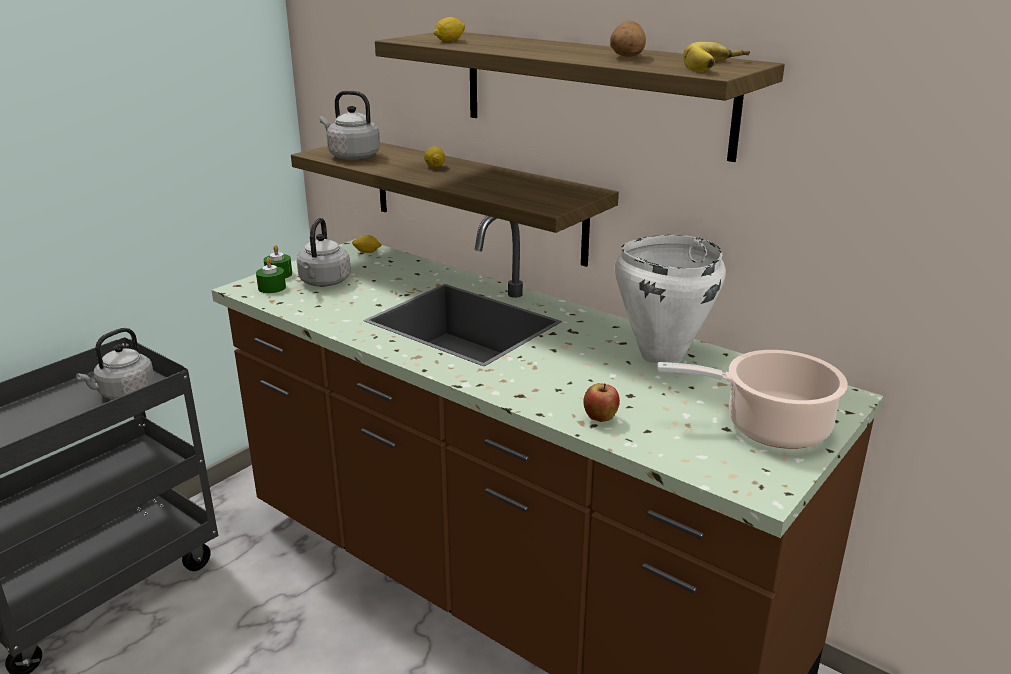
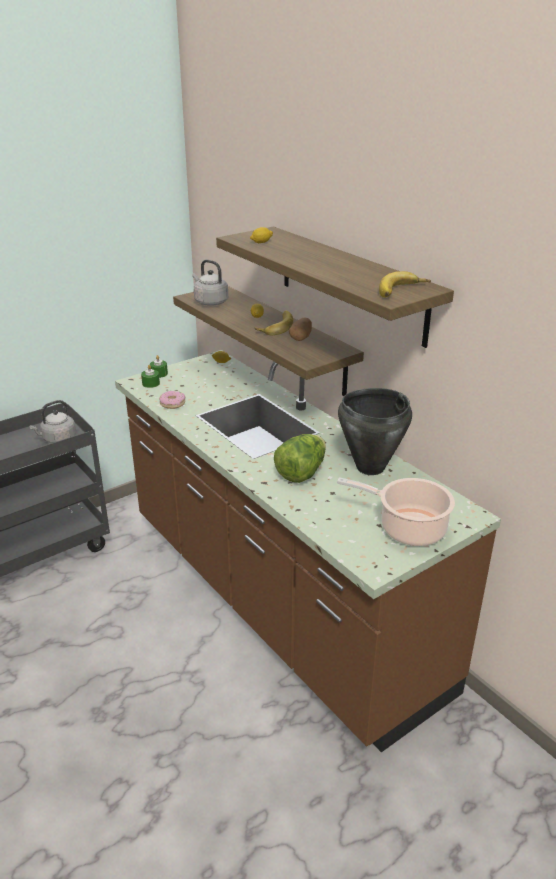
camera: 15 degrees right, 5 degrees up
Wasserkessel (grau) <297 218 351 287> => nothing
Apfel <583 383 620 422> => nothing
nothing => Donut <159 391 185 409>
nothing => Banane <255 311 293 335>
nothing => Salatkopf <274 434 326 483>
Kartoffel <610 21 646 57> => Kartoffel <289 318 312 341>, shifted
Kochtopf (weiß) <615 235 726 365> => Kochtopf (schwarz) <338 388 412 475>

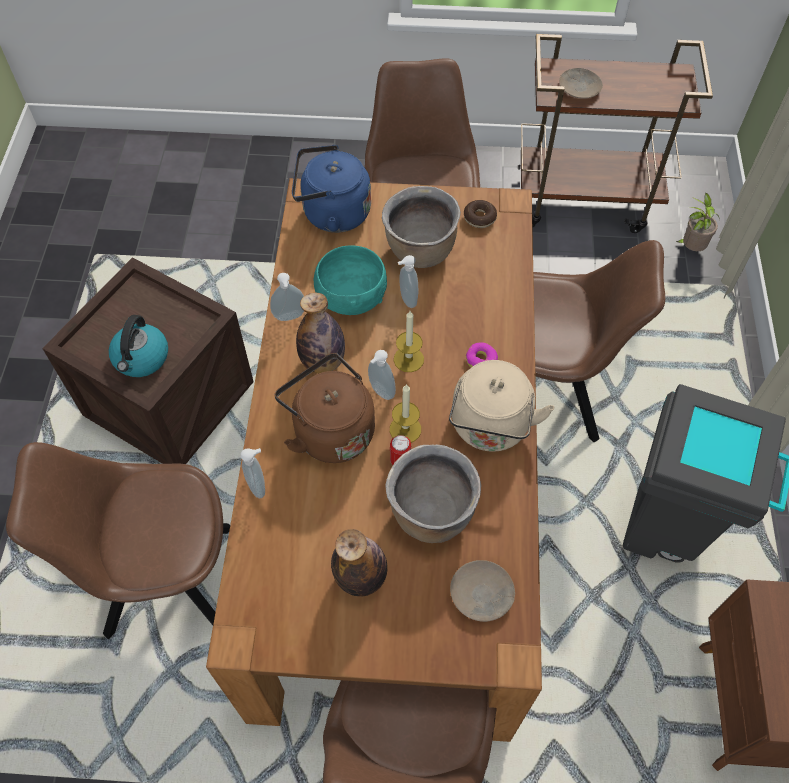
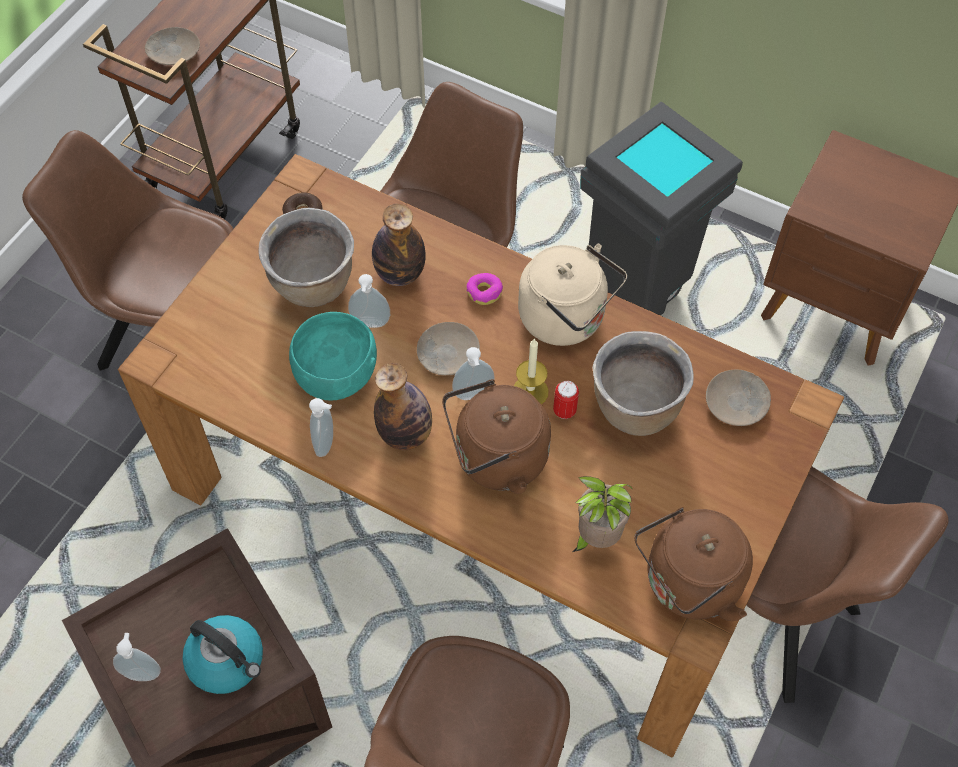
camera: 65 degrees left, 0 degrees up
Wasserkessel (blau) <292 145 371 233> => nothing
nothing => Wasserkessel (braun) <634 507 753 621>
Seifenspender <241 448 265 498> => Seifenspender <113 633 161 681>, shifted
Flasche <331 529 387 596> => Flasche <372 204 426 286>, shifted
Topfpflanze <676 192 719 251> => Topfpflanze <573 476 633 552>, shifted
Kerze <394 311 424 372> => Teller (beige) <417 322 480 375>

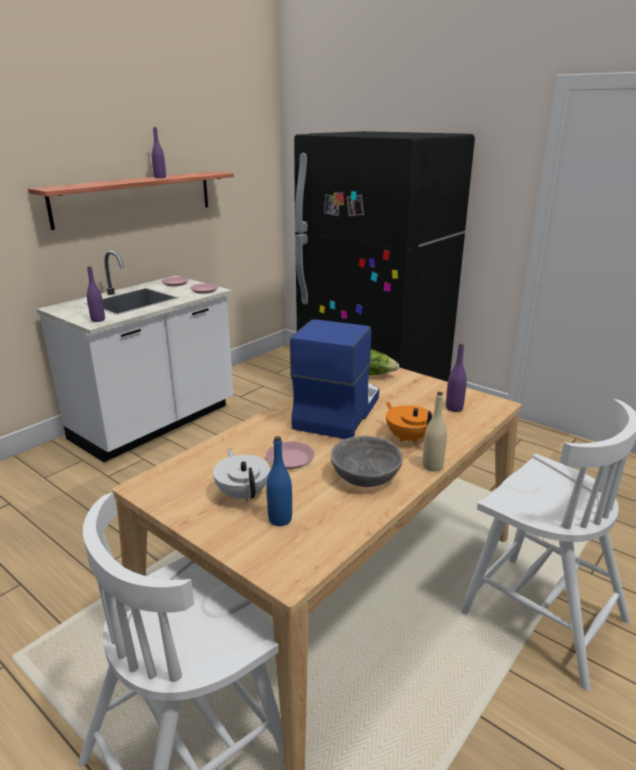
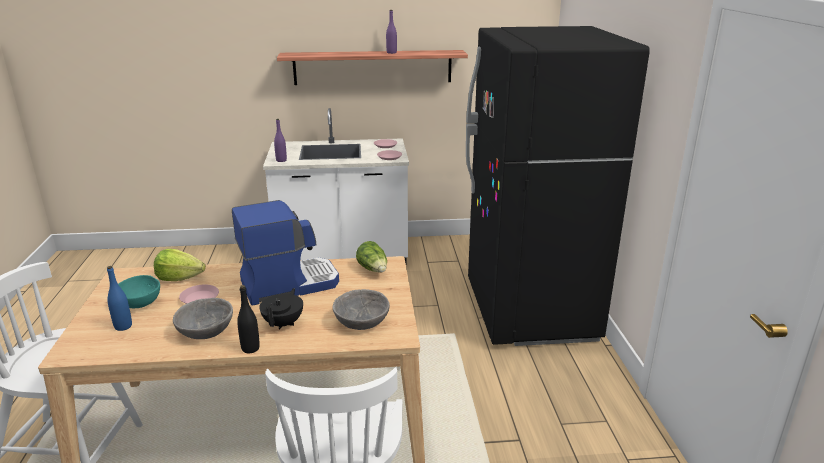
camera: 45 degrees right, 0 degrees up
nothing => Salatkopf <154 249 206 281>
Teekanne (weiß) <213 449 270 502> => Schüssel (türkis) <118 275 160 308>
Flasche (lila) <446 344 467 412> => Schüssel (grau) <333 289 390 330>
Teekanne (orange) <386 402 433 443> => Teekanne (schwarz) <259 288 303 329>
Flasche (beige) <423 392 447 471> => Flasche (schwarz) <237 285 260 353>

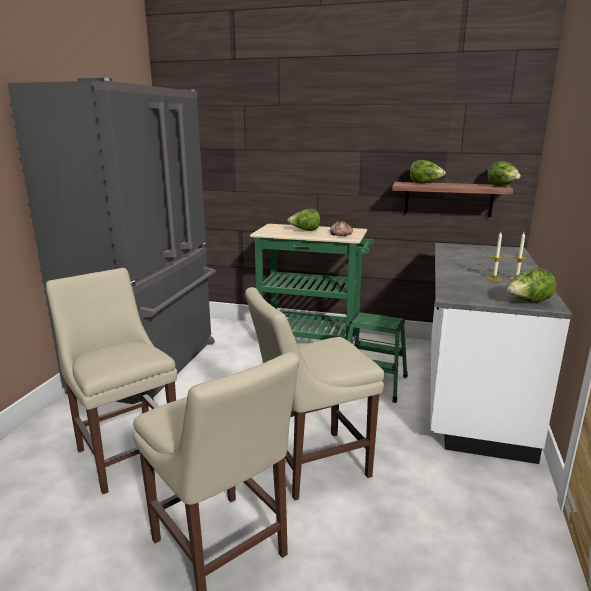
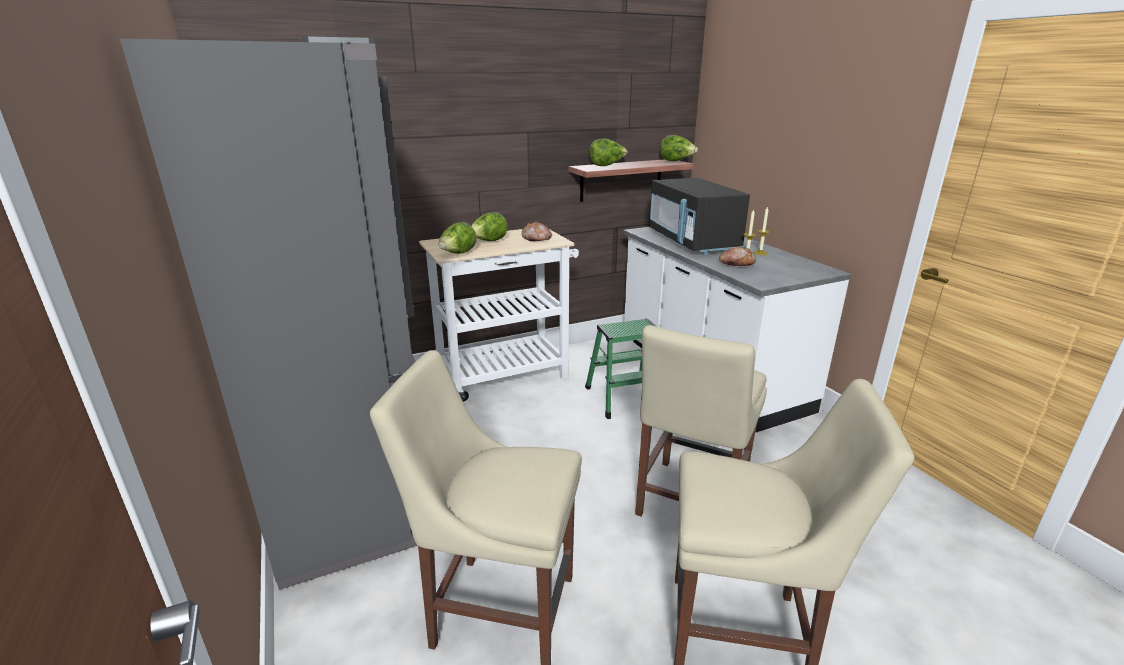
camera: 40 degrees left, 5 degrees up
nothing => Mikrowelle (schwarz) <649 178 750 255>
nothing => Brot <719 247 756 266>
Salatkopf <507 268 556 302> => Salatkopf <439 222 476 254>, shifted
Rollwagen (grün) <250 224 374 342> => Rollwagen (weiß) <419 229 579 402>

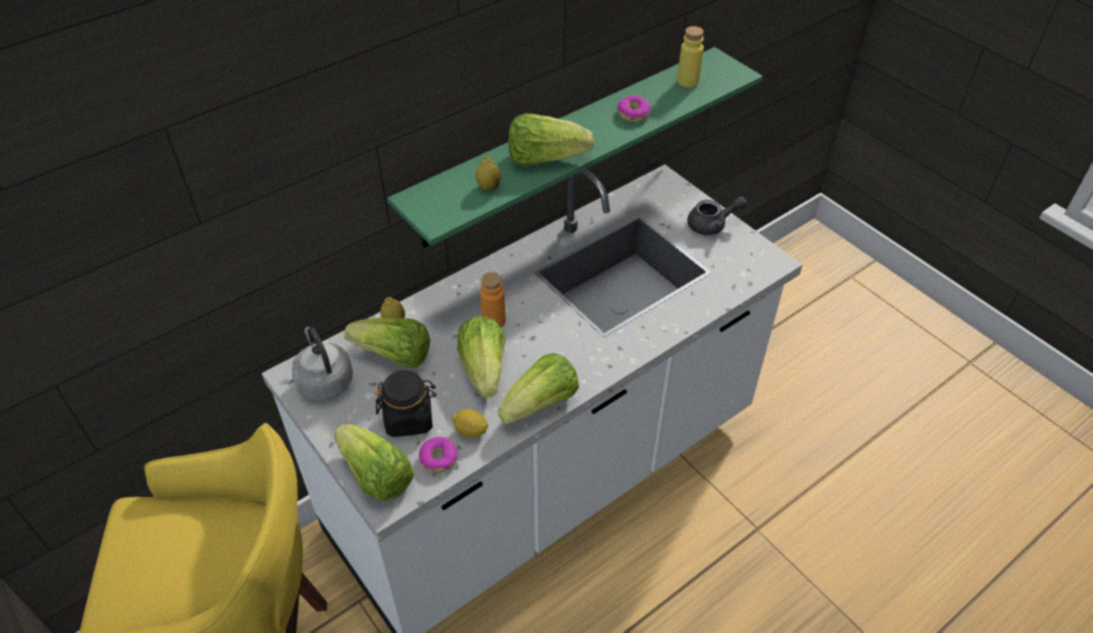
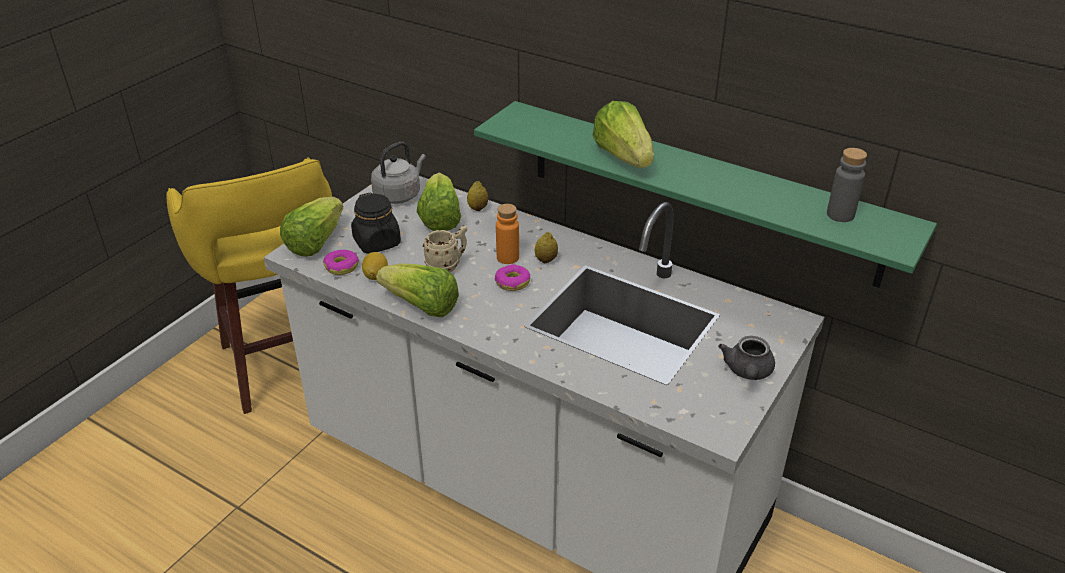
camera: 70 degrees right, 10 degrees down
Zitrone <476 156 501 190> => Zitrone <535 232 558 263>, shifted
Donut <617 96 651 122> => Donut <495 264 530 291>, shifted
Salatkopf <457 317 505 398> => Henkelbecher (beige) <423 225 467 273>
Flasche (gelb) <677 26 704 87> => Flasche (grau) <827 148 867 222>
Teekanne (grau) <687 197 747 235> => Teekanne (grau) <718 336 775 380>, 45 degrees clockwise

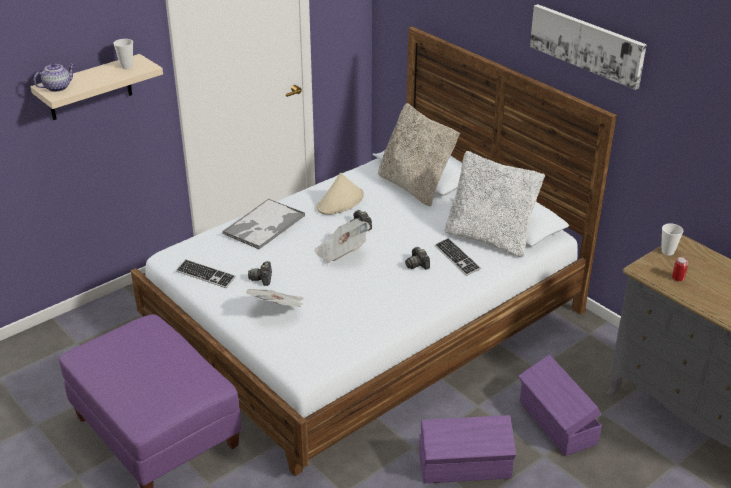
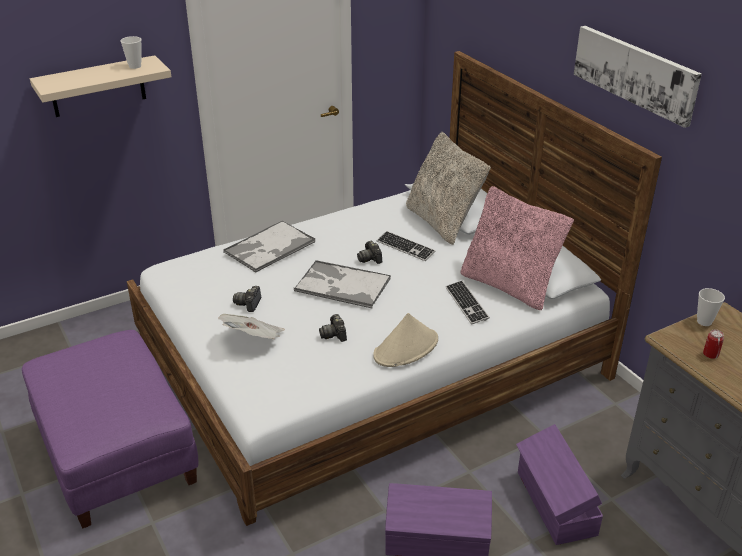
camera: 10 degrees right, 0 degrees up
Teekanne <33 63 75 92> => nothing
Tastatur <176 259 236 288> => Tastatur <377 231 435 261>, shifted
Hut (beige) <317 173 364 215> => Hut (beige) <373 313 438 367>, shifted
Kamera <405 247 430 270> => Kamera <319 314 347 342>, shifted
Zeitung <314 219 370 264> => Tablett <294 260 391 308>
Kissen (weiß) <444 151 545 257> => Kissen (rosa) <461 186 574 310>

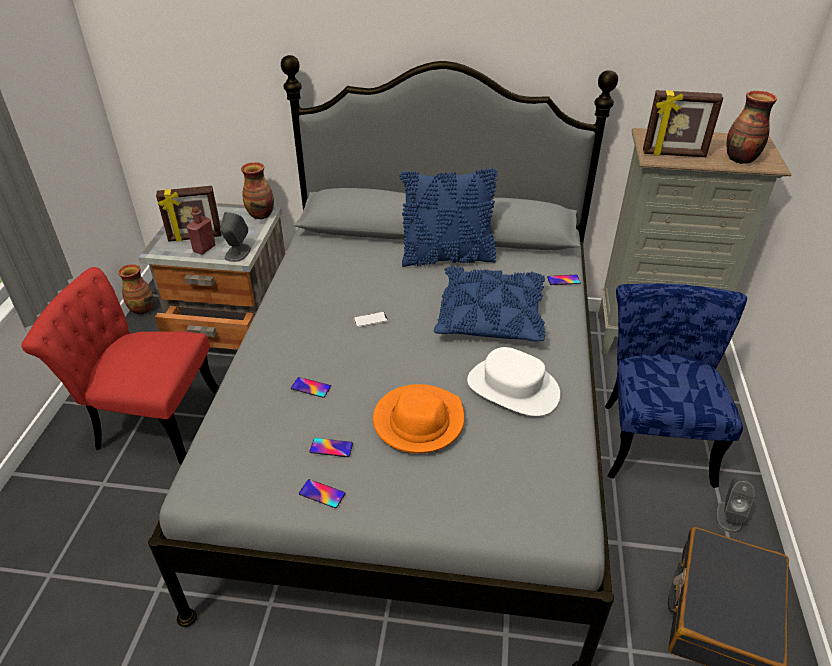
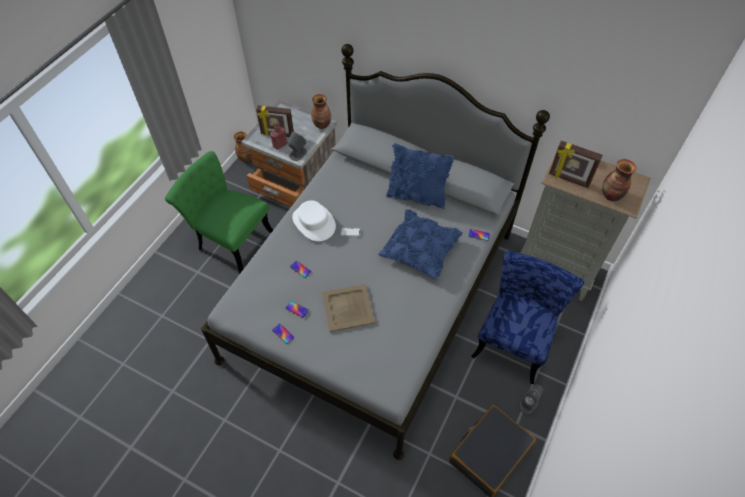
camera: 20 degrees right, 15 degrees up
Hut (weiß) <467 347 560 416> => Hut (weiß) <292 200 336 242>, shifted
Hut (orange) <373 384 465 454> => Tablett (beige) <322 284 375 332>
Stuhl (rot) <21 267 219 464> => Stuhl (grün) <165 151 273 273>

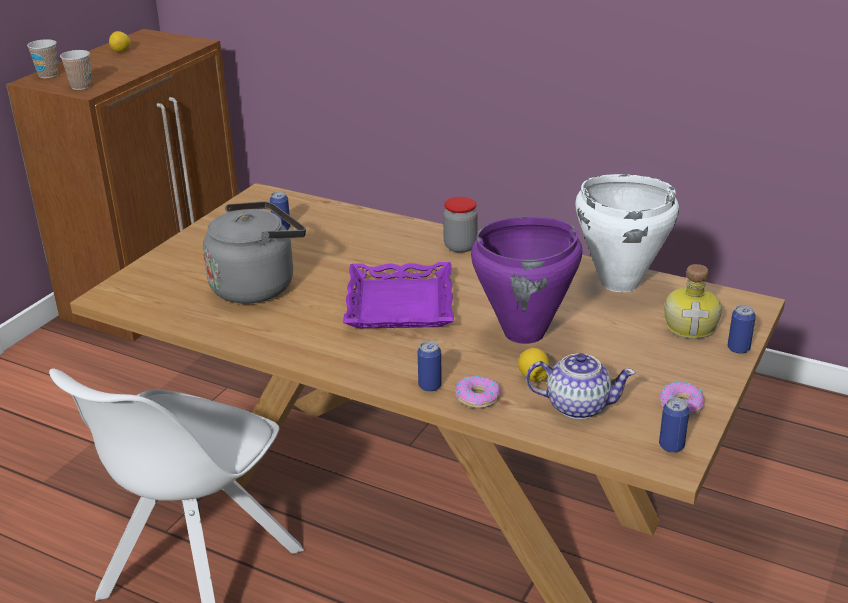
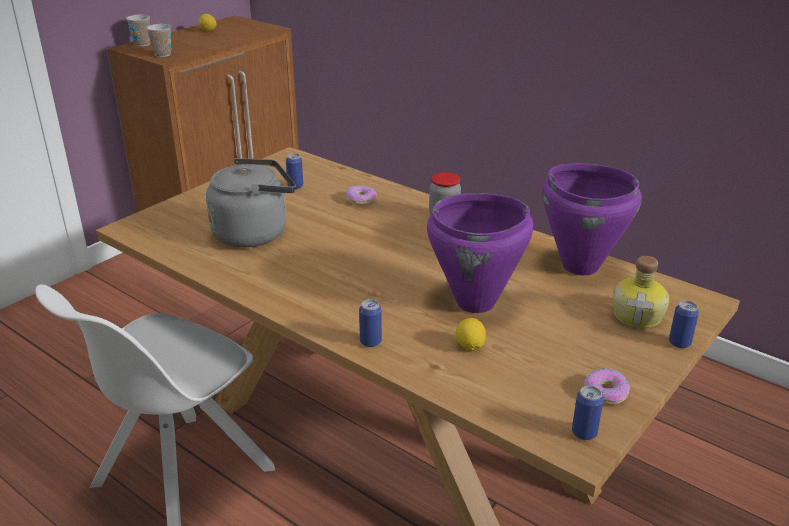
camera: 10 degrees right, 0 degrees up
Tablett (lila) <343 262 454 328> => nothing
Teekanne <526 353 636 419> => nothing
Donut <455 375 501 409> => Donut <346 185 377 205>, shifted
Kochtopf (weiß) <575 174 679 292> => Kochtopf (lila) <542 163 642 275>

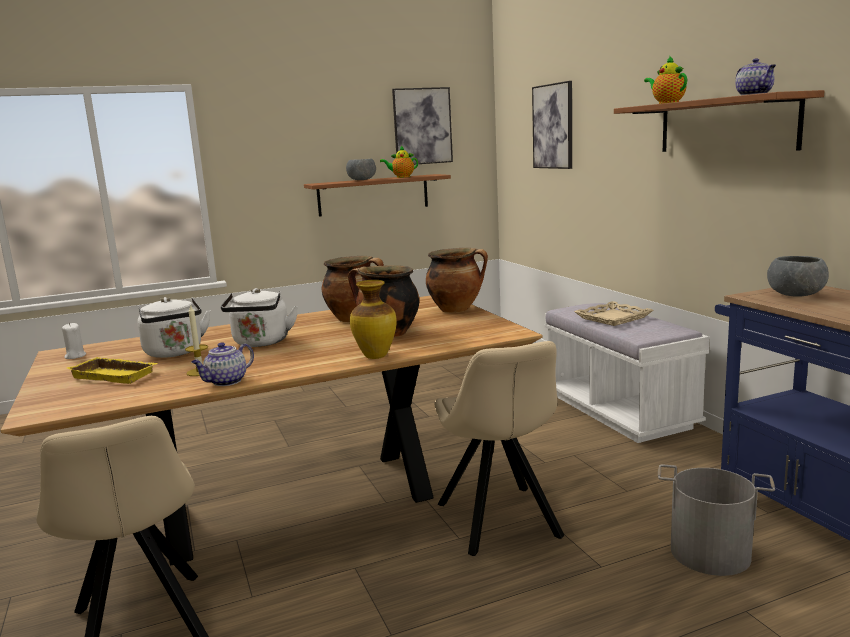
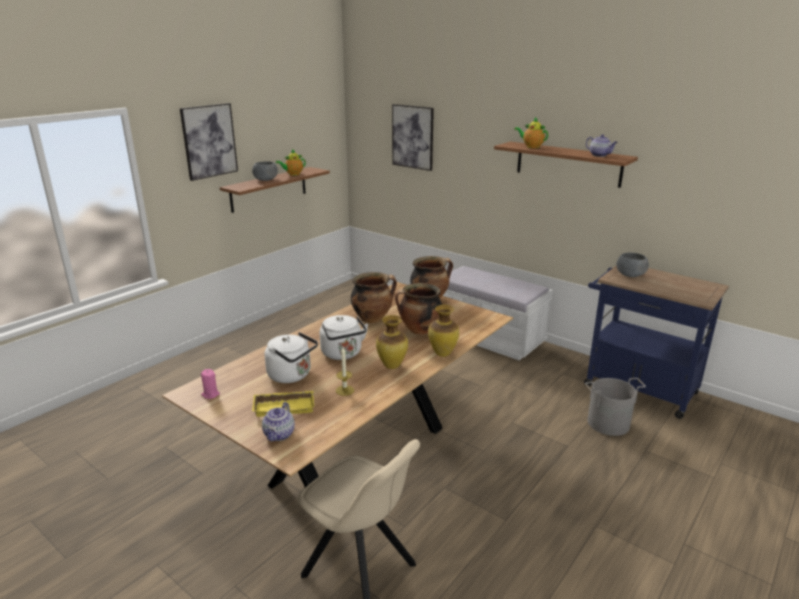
camera: 30 degrees left, 10 degrees up
Stuhl (beige) <434 341 564 556> => nothing
Tablett (beige) <574 301 653 326> => nothing
nothing => Vase <376 315 408 369>
Teekanne <191 342 254 386> => Teekanne <262 402 295 441>, shifted
Bild <392 87 453 165> => Bild <180 103 238 181>, shifted
Kerze (weiß) <62 323 86 359> => Kerze (rosa) <201 369 220 399>

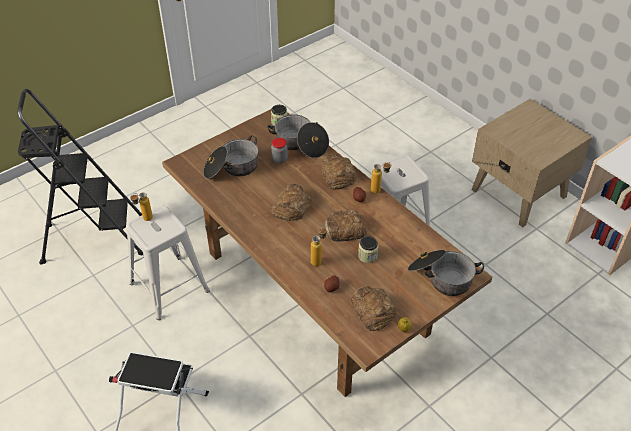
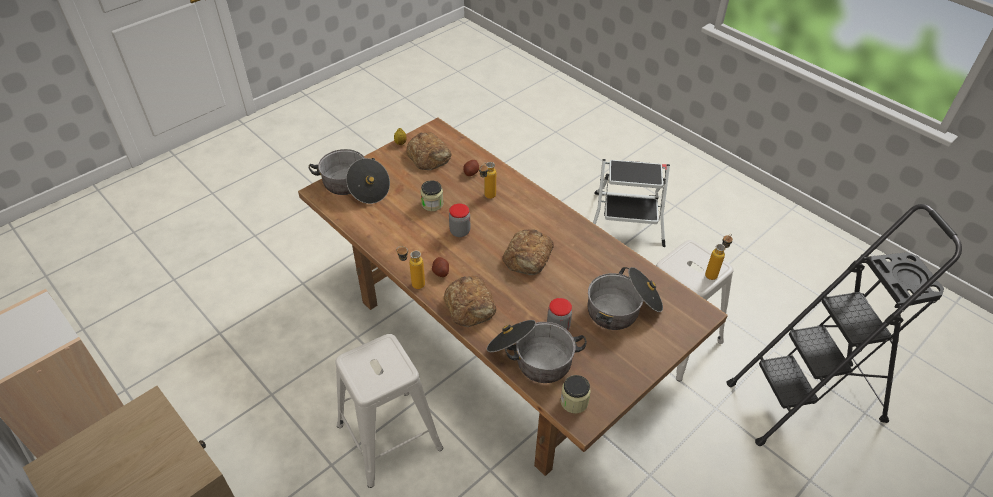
camera: 175 degrees right, 0 degrees up
Brot <324 210 368 242> => Vorratsglas <449 204 470 237>

